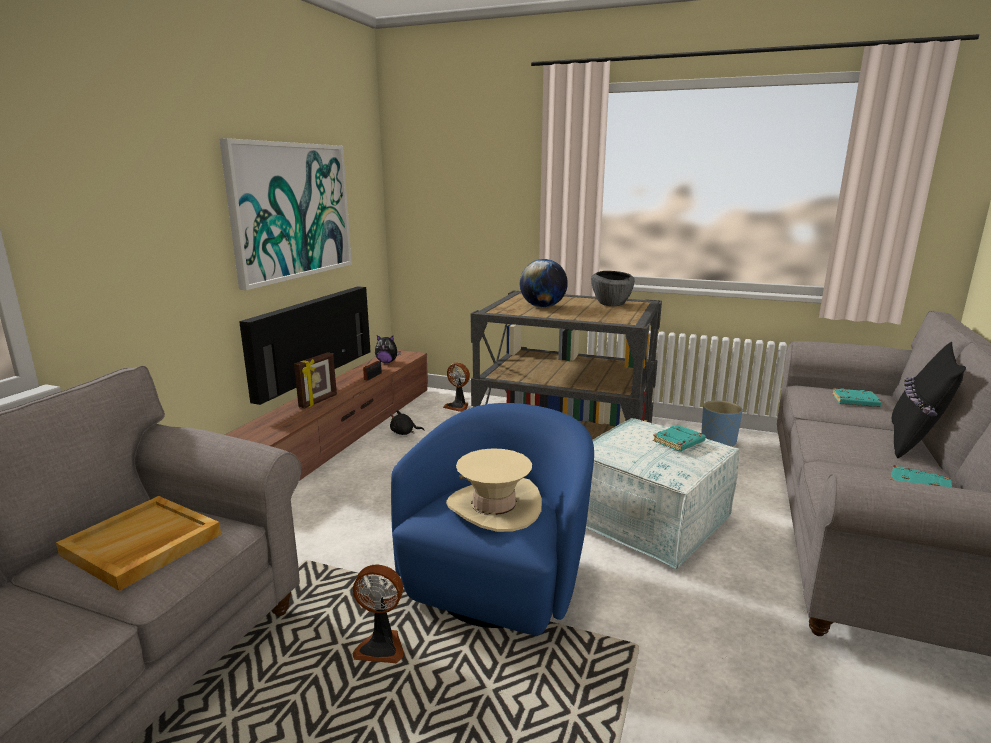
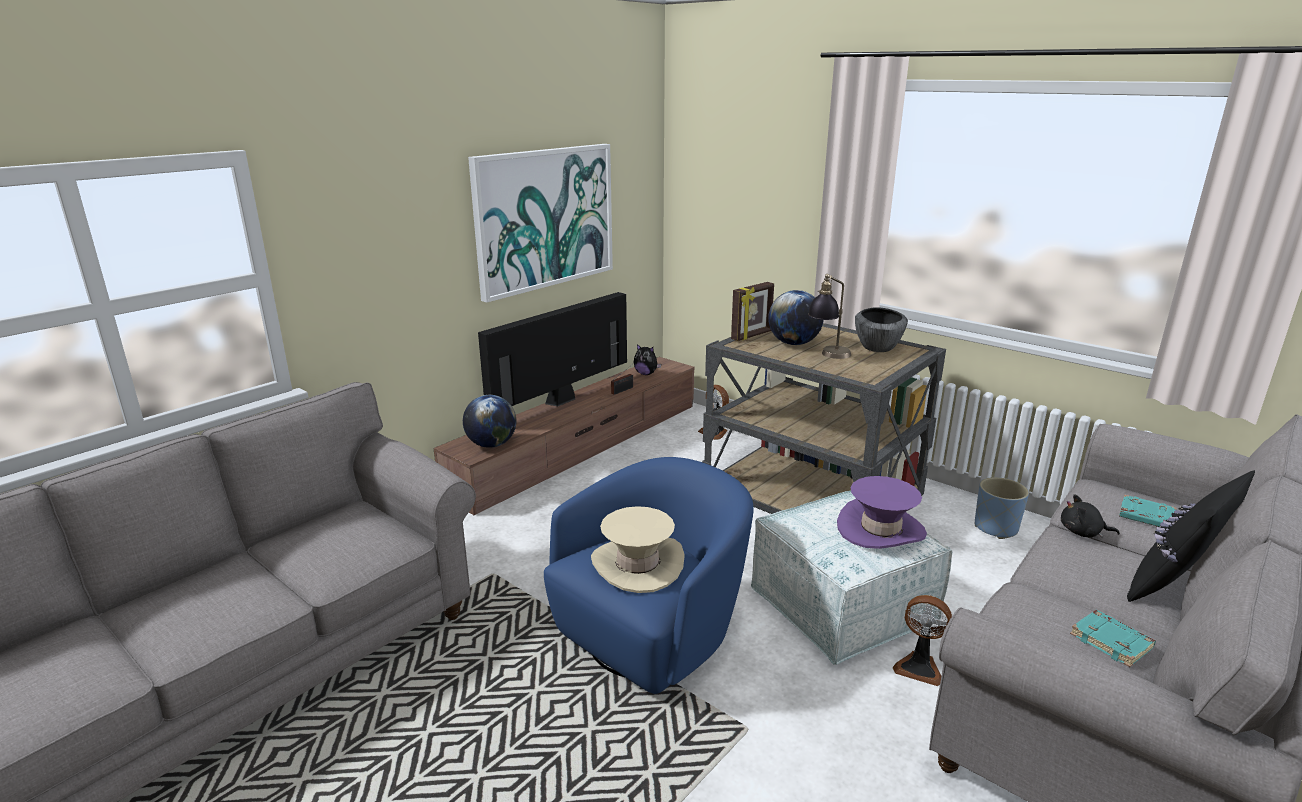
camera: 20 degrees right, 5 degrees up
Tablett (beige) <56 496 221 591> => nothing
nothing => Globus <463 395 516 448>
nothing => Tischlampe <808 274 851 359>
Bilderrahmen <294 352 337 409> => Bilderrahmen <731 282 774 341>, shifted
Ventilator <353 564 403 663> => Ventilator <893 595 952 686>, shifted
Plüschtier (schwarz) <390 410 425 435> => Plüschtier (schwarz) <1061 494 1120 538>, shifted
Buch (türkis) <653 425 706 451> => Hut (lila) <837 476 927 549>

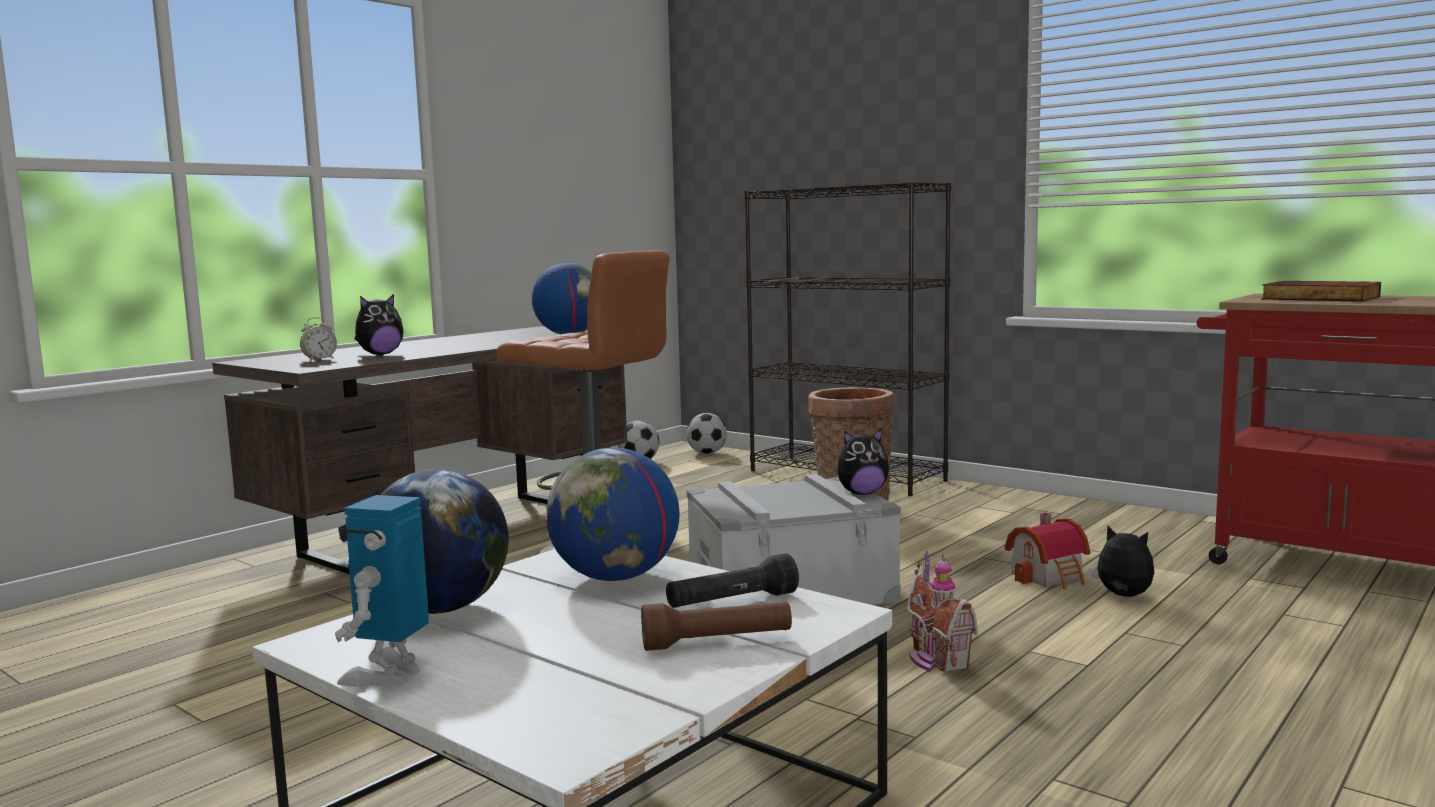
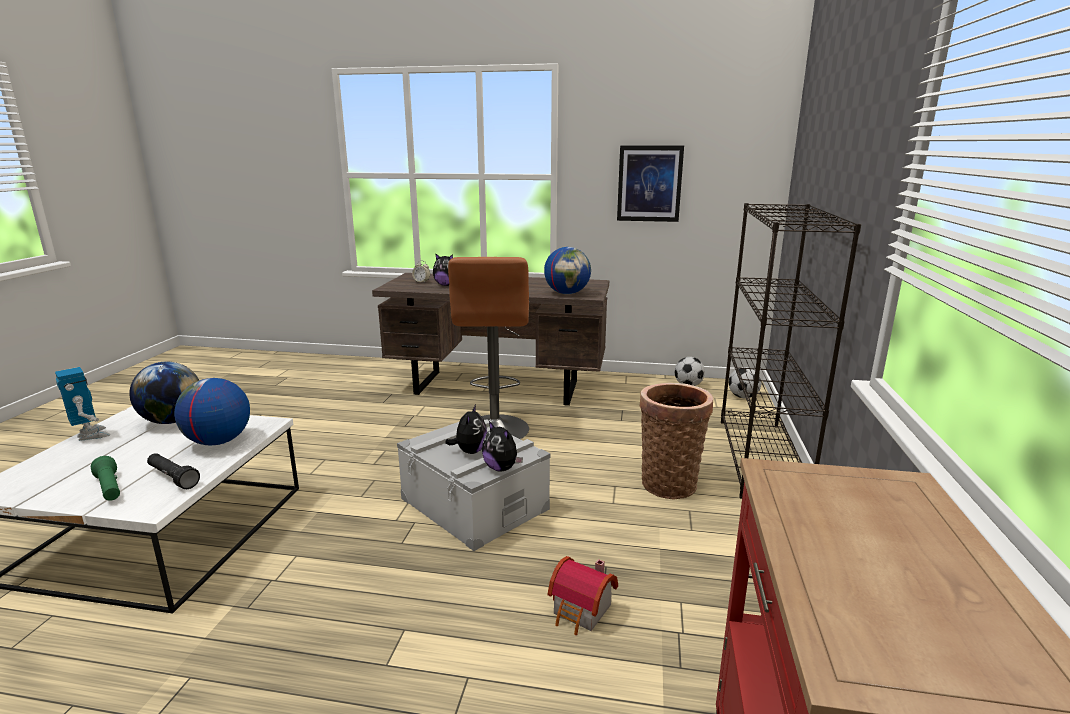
camera: 60 degrees right, 10 degrees up
Spielzeughaus <908 551 978 672> => nothing
Buch <1262 281 1381 302> => nothing
nothing => Bild <617 146 684 222>
Plüschtier <1088 526 1154 597> => Plüschtier <445 404 487 454>, shifted
Taschenlampe (braun) <641 602 792 651> => Taschenlampe (grün) <91 456 120 501>
Spielzeugroboter <335 495 429 687> => Spielzeugroboter <55 367 110 441>, 60 degrees clockwise

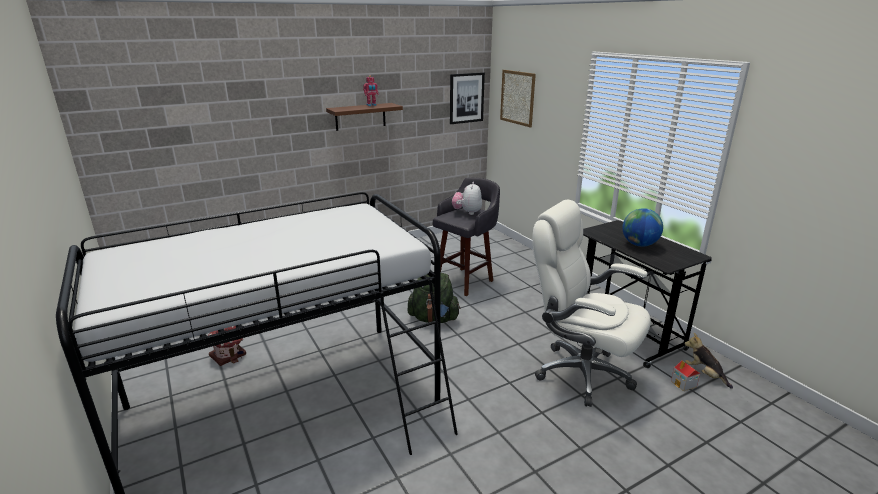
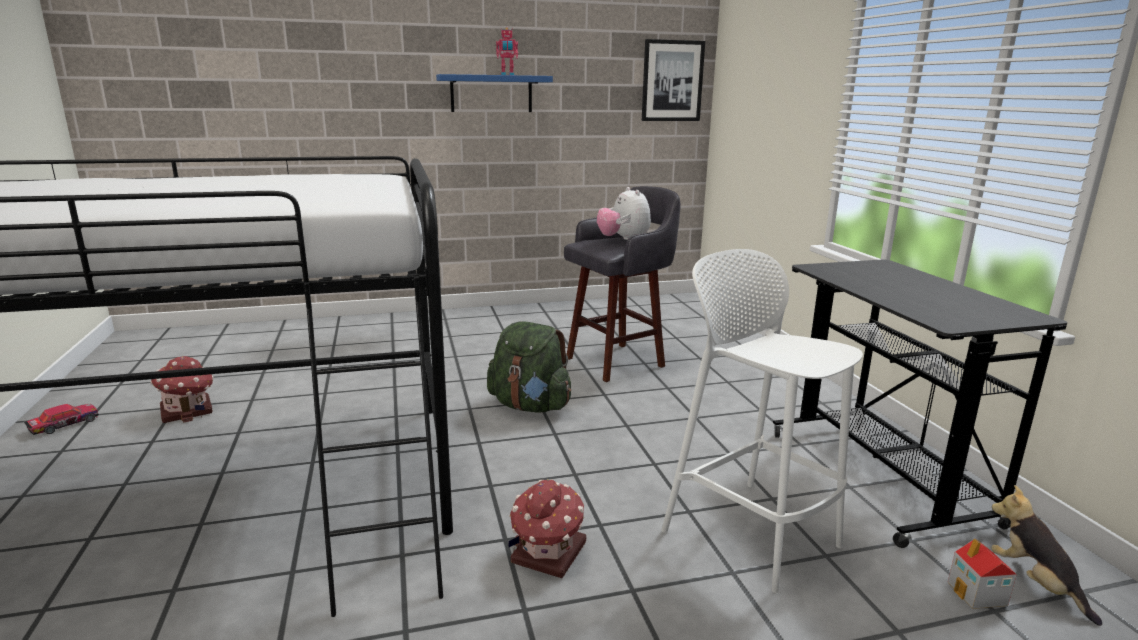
camera: 15 degrees right, 5 degrees down
Bild <500 70 536 128> => nothing
Globus <622 208 663 247> => nothing
nothing => Spielzeugauto <24 404 99 435>
nothing => Spielzeughaus <509 479 586 578>
Bürostuhl (weiß) <532 200 651 407> => Hocker (weiß) <661 249 863 593>
Wandregal (braun) <326 103 403 131> => Wandregal (blau) <436 74 553 112>
Plüschtier <452 182 482 215> => Plüschtier <597 187 651 240>, 45 degrees counterclockwise

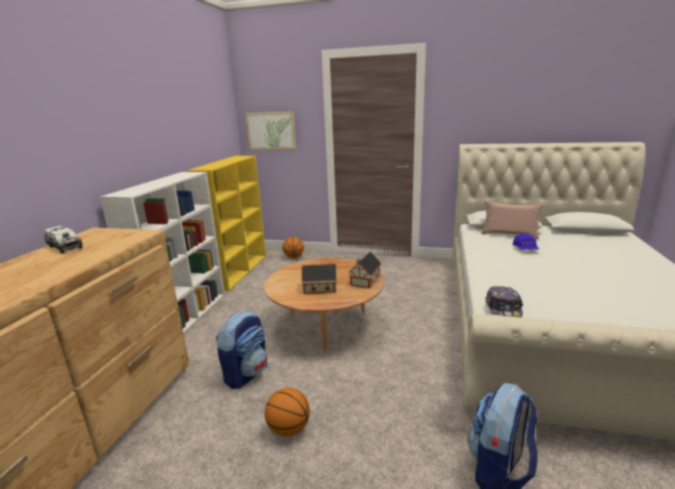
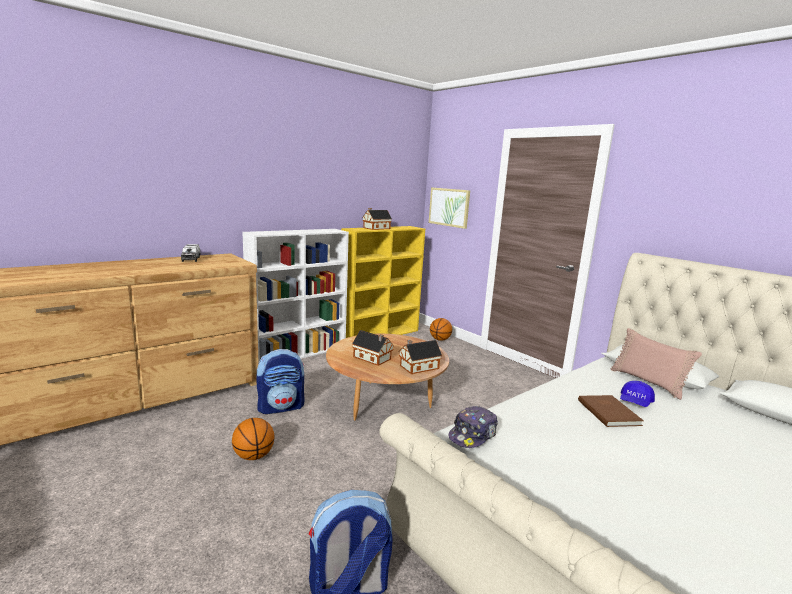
camera: 35 degrees right, 5 degrees down
nothing => Spielzeughaus <362 208 392 230>
nothing => Buch (braun) <578 395 644 427>

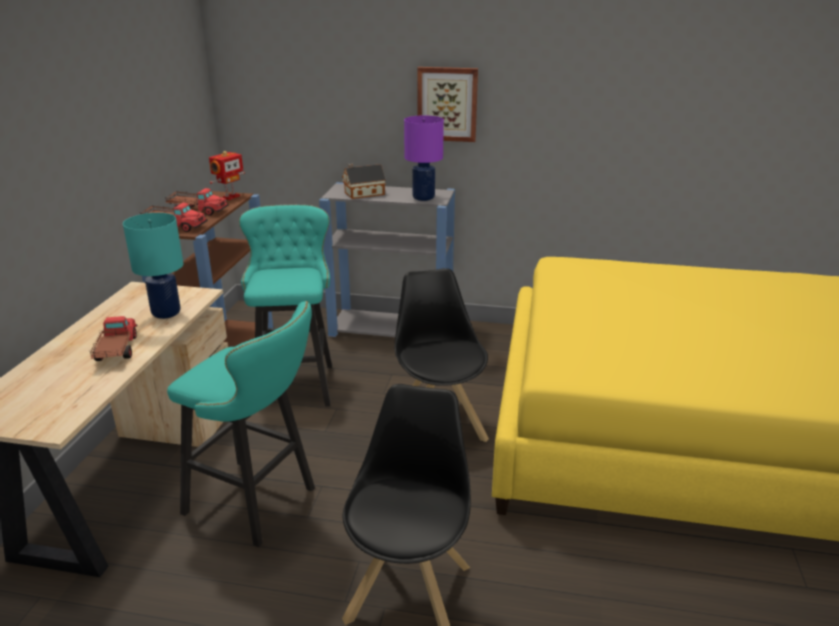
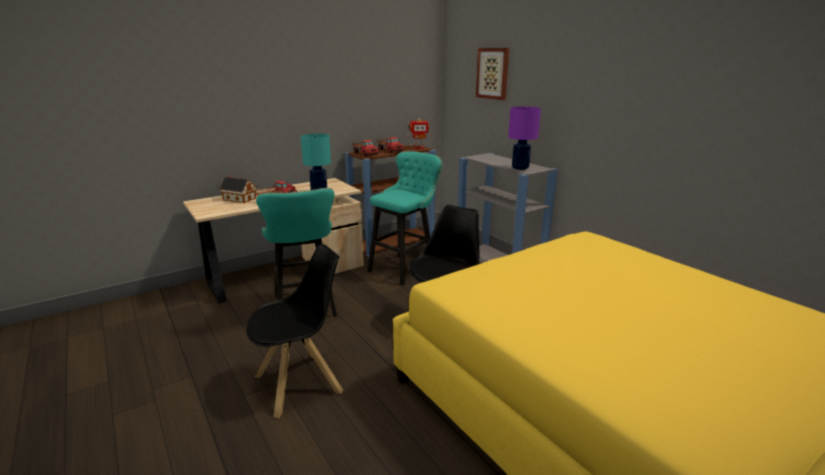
camera: 45 degrees right, 5 degrees down
Spielzeughaus <342 163 386 199> => Spielzeughaus <219 175 256 203>, shifted
Bild <417 67 478 142> => Bild <476 48 509 100>, shifted

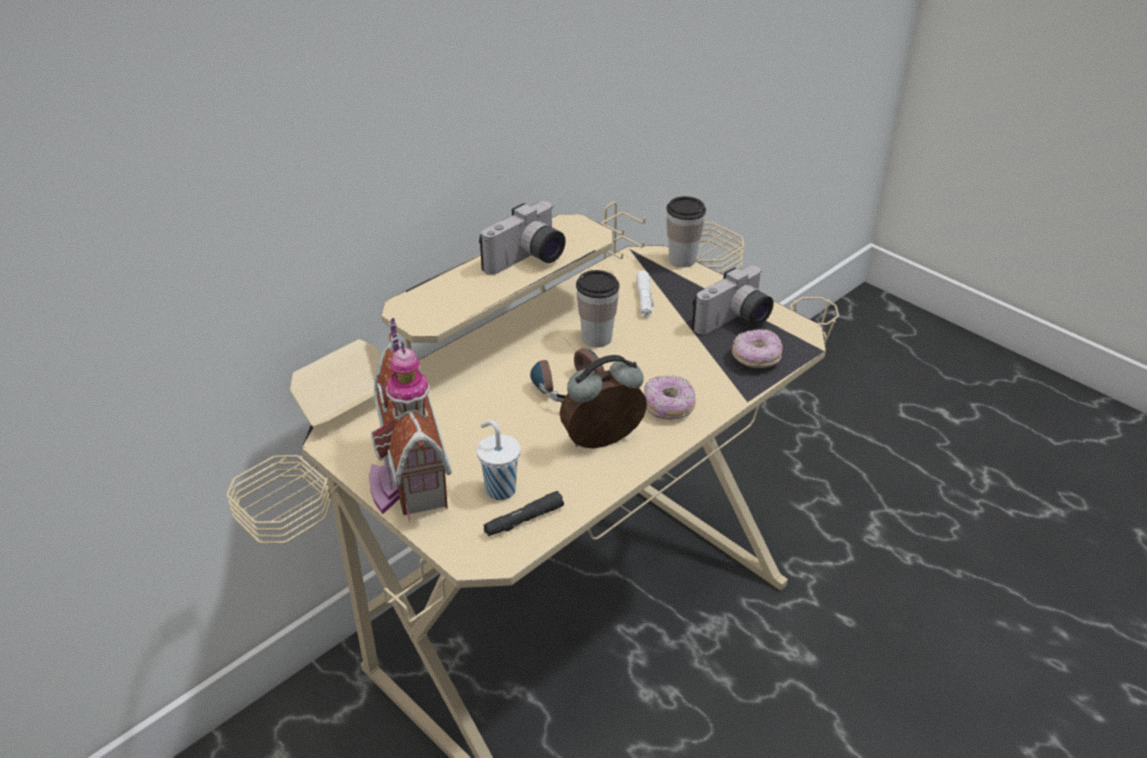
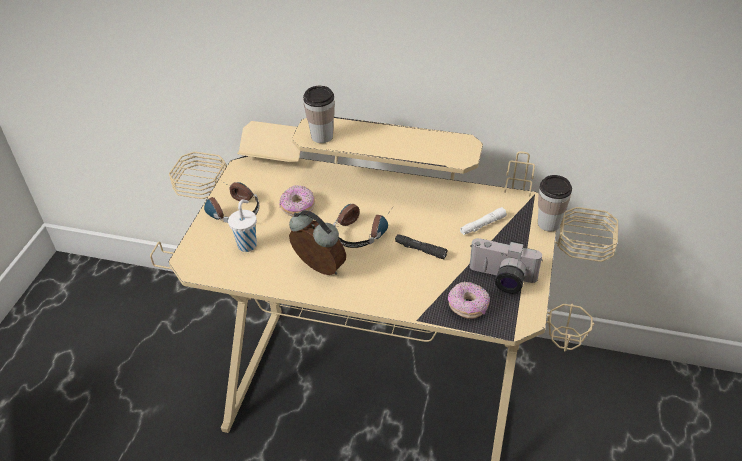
camera: 60 degrees right, 5 degrees up
Kamera <479 201 566 275> => nothing
Taschenlampe (schwarz) <484 491 564 536> => Taschenlampe (schwarz) <395 234 448 259>, shifted
Tasse <576 270 619 347> => Tasse <303 86 335 143>, shifted
Donut <644 375 696 420> => Donut <279 185 315 217>, shifted
Spielzeughaus <369 318 452 522> => Kopfhörer <204 180 259 223>

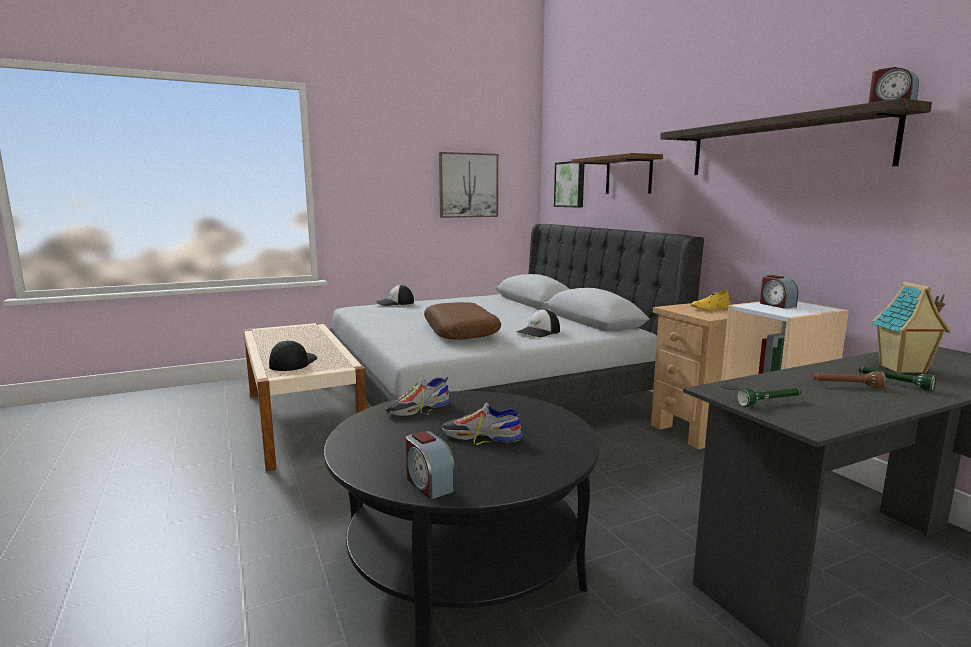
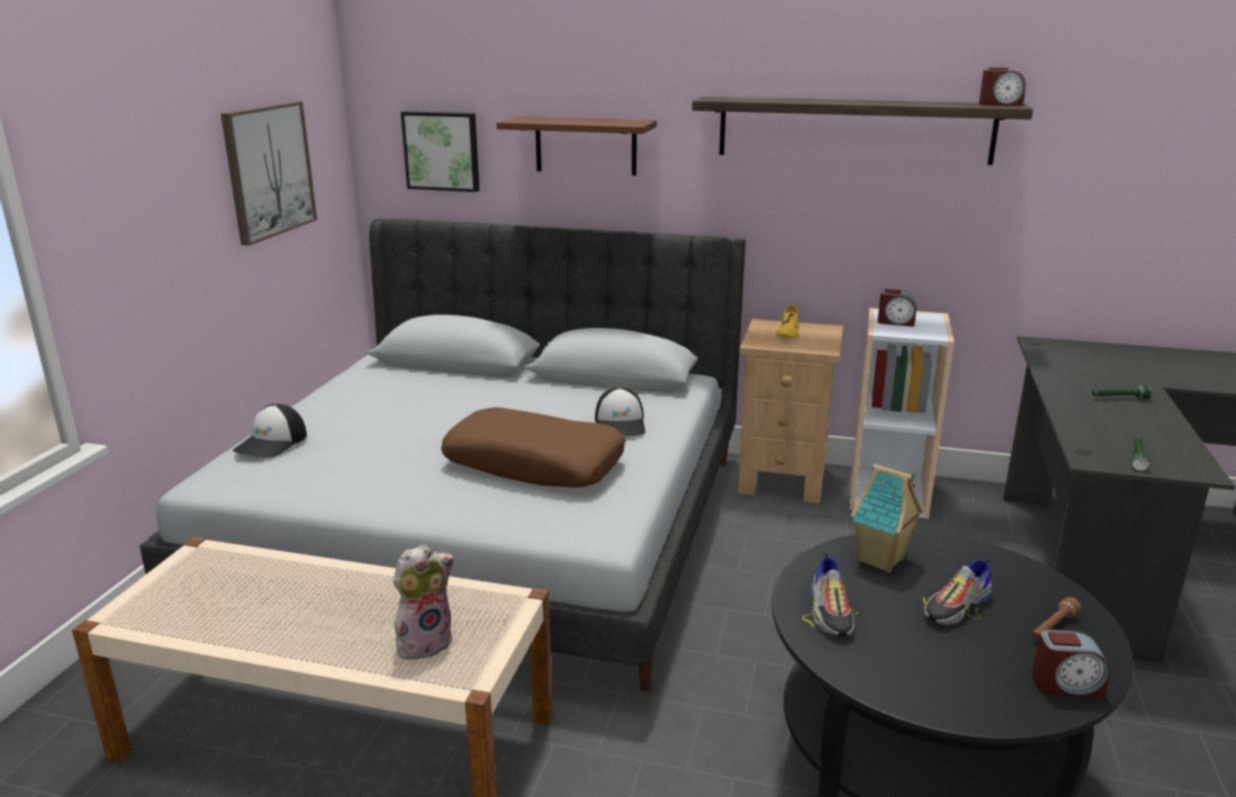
camera: 50 degrees left, 10 degrees up
Taschenlampe (braun) <812 372 886 388> => Taschenlampe (braun) <1032 597 1081 639>, shifted
Spielzeughaus <872 282 951 374> => Spielzeughaus <851 464 924 573>, shifted
Kappe <269 340 317 371> => Plüschtier <393 544 454 660>

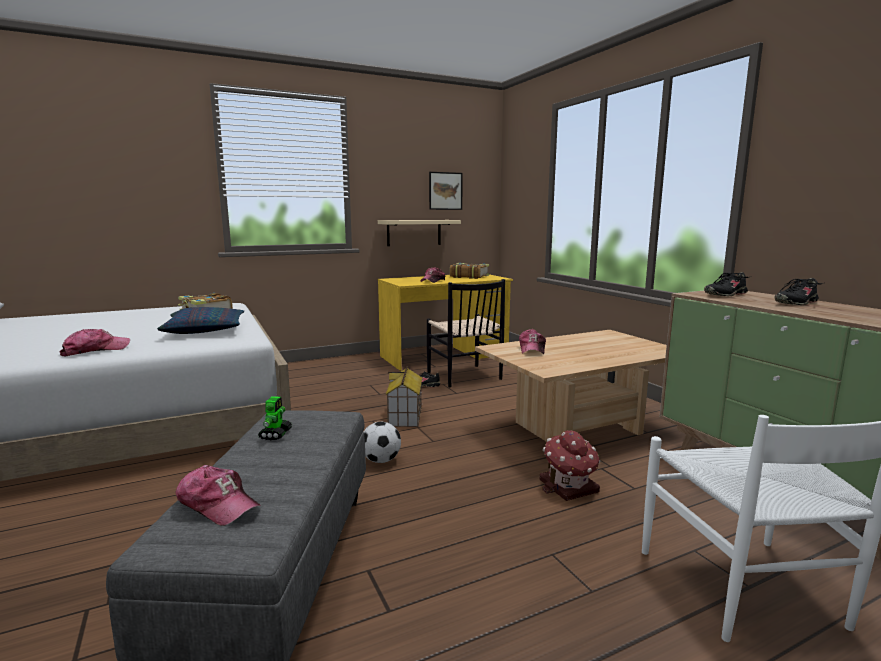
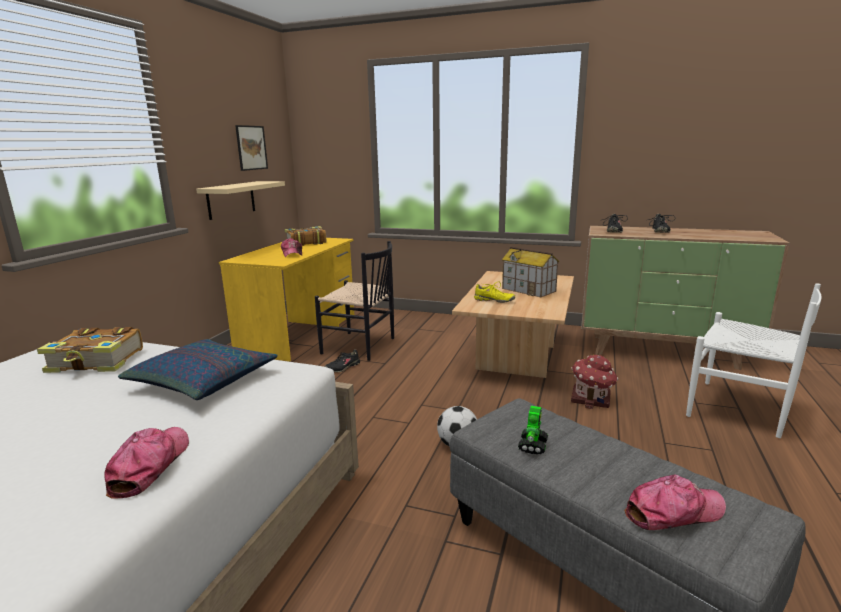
camera: 45 degrees left, 5 degrees up
Spielzeughaus <386 367 422 427> => Spielzeughaus <502 247 559 297>, shifted
Kappe <519 329 546 354> => Schuh (gelb) <474 281 515 303>
Spielzeugroboter <258 396 292 440> => Spielzeugroboter <518 406 548 454>, 60 degrees clockwise

